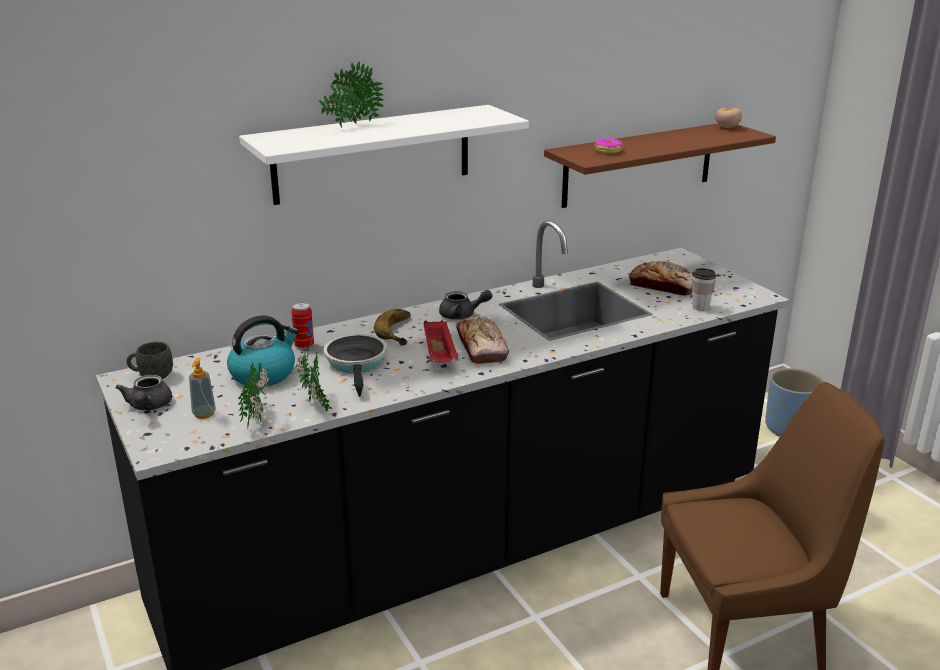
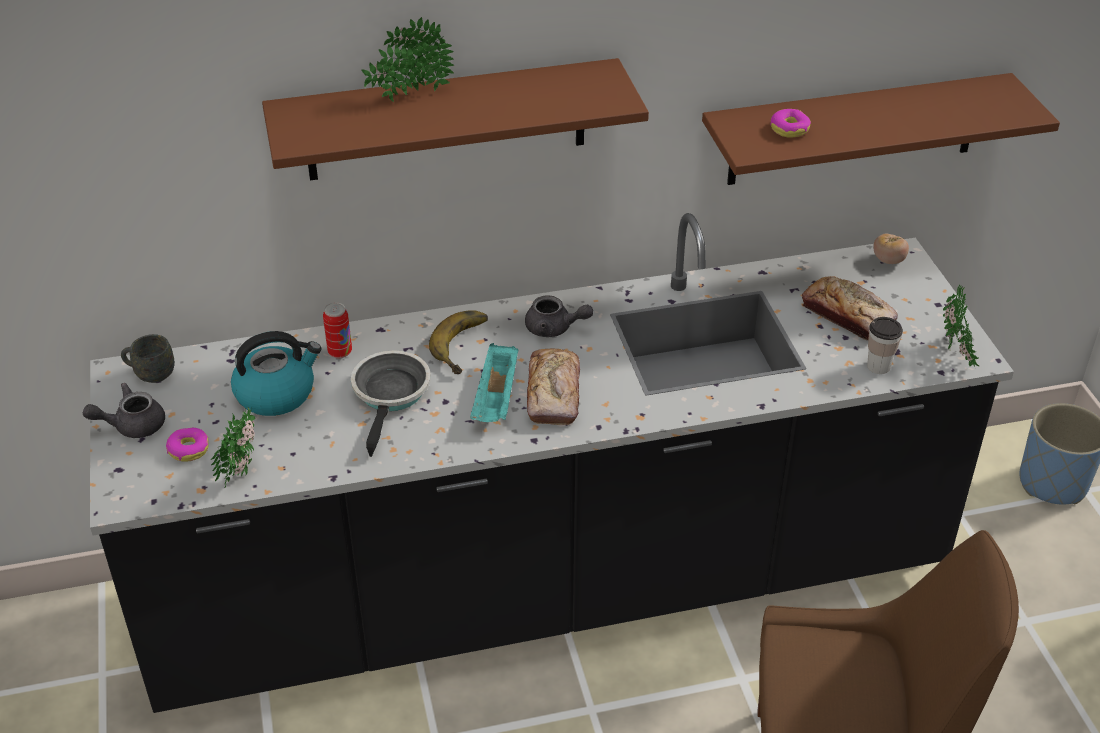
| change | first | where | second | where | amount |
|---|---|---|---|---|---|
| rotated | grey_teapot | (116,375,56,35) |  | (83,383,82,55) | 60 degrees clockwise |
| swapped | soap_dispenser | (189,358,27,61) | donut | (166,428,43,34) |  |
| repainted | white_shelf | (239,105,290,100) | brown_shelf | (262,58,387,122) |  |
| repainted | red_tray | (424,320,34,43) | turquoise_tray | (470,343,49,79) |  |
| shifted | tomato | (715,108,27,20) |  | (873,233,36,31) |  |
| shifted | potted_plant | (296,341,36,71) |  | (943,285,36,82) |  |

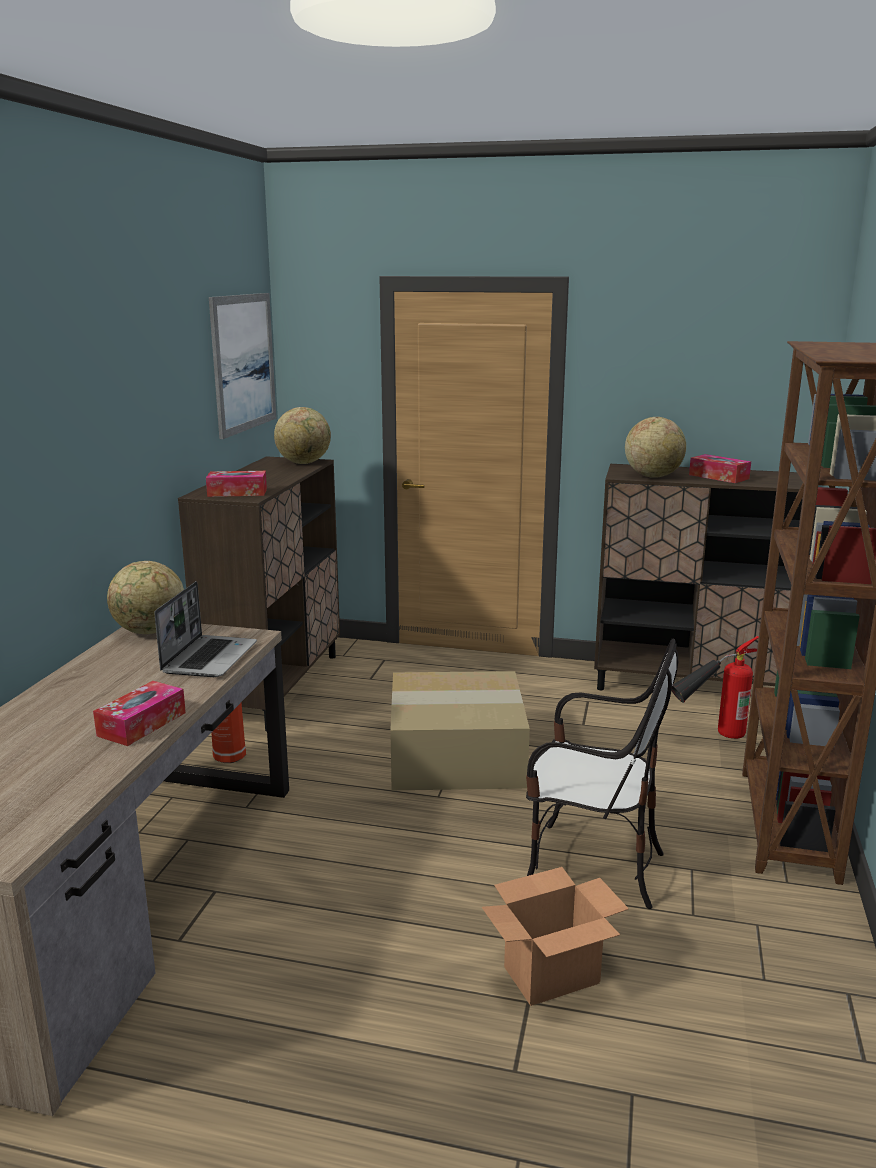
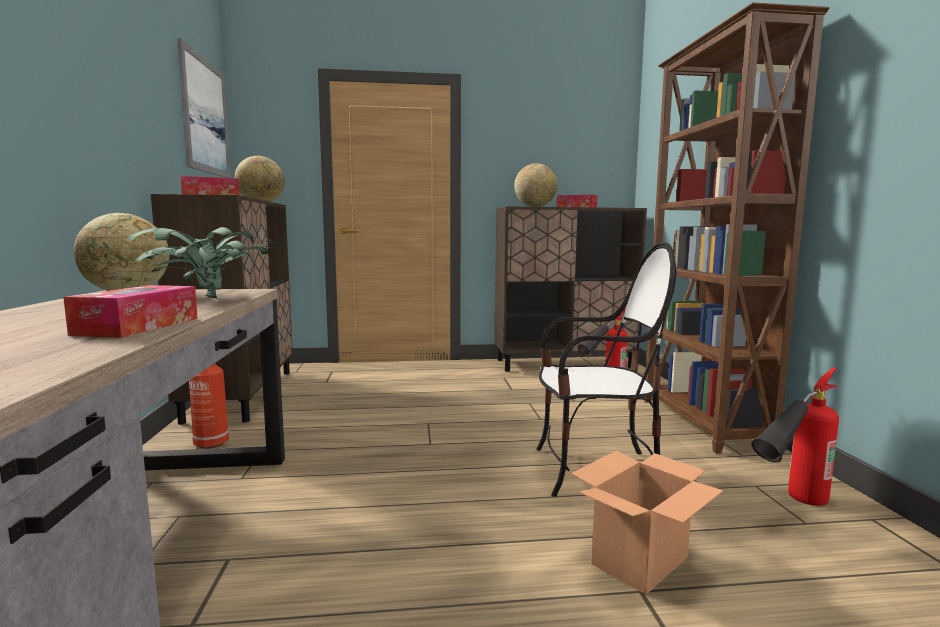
| change | first | where | second | where | amount |
|---|---|---|---|---|---|
| swapped | laptop | (154,581,103,96) | potted_plant | (126,227,147,72) |  |
| new |  |  | fire_extinguisher | (751,368,88,138) |  |
| gone | cardboard_box | (390,671,140,119) |  |  |  |

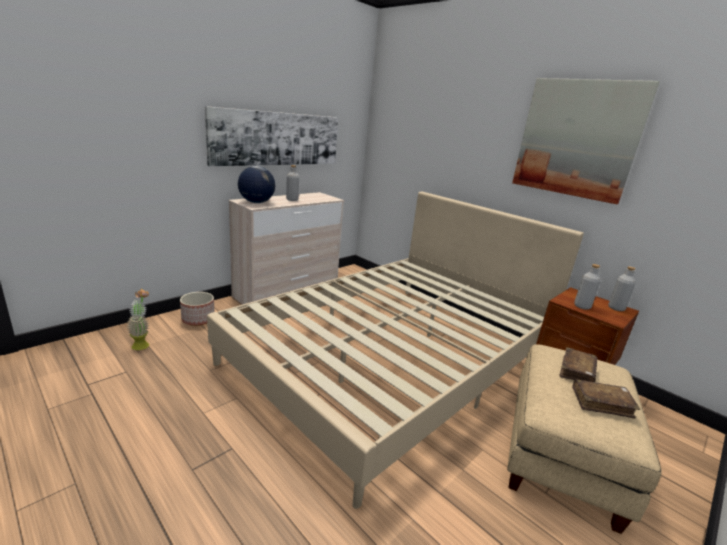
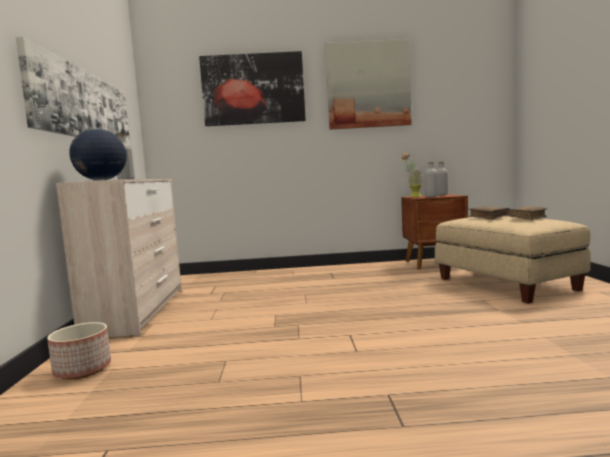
| change | first | where | second | where | amount |
|---|---|---|---|---|---|
| new |  |  | picture | (199,51,107,75) |  |
| shifted | potted_plant | (126,289,24,61) |  | (401,153,22,44) |  |
| gone | beige_bed | (207,191,377,318) |  |  |  |

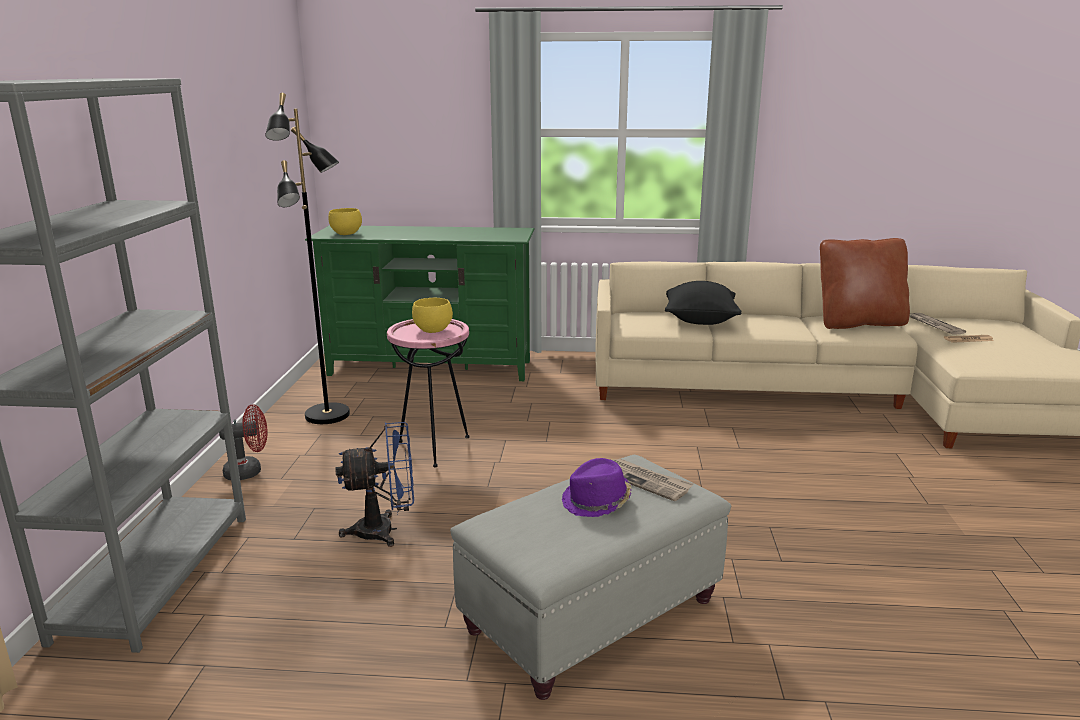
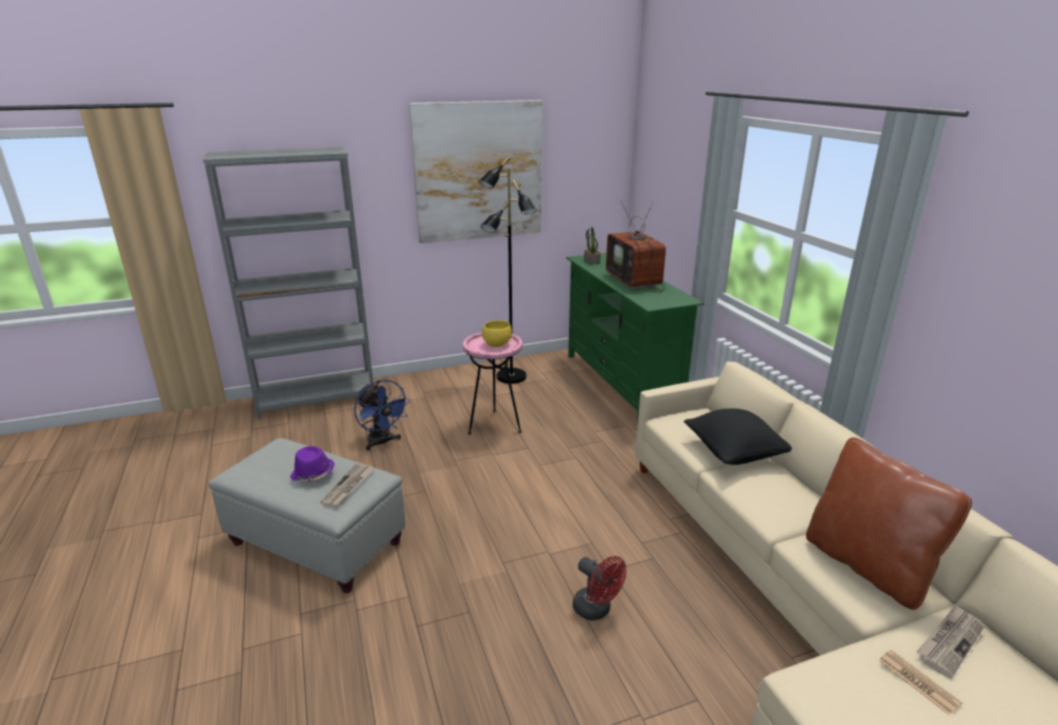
| change | first | where | second | where | amount |
|---|---|---|---|---|---|
| new |  |  | picture | (409,100,133,143) |  |
| shifted | red_fan | (219,404,49,76) |  | (573,556,53,64) |  |
| swapped | yellow_bowl | (328,208,34,27) | potted_plant | (584,225,17,39) |  |
| new |  |  | television | (606,201,60,92) |  |

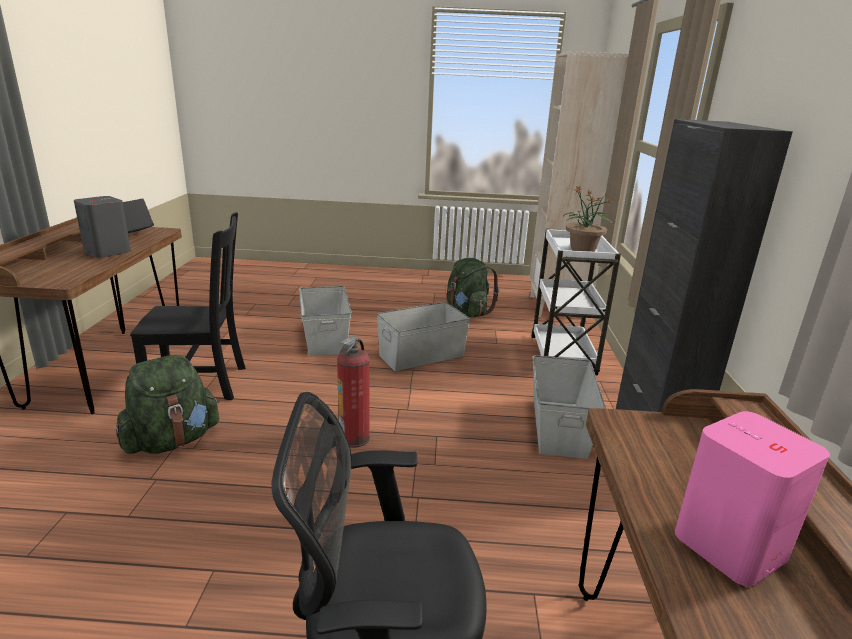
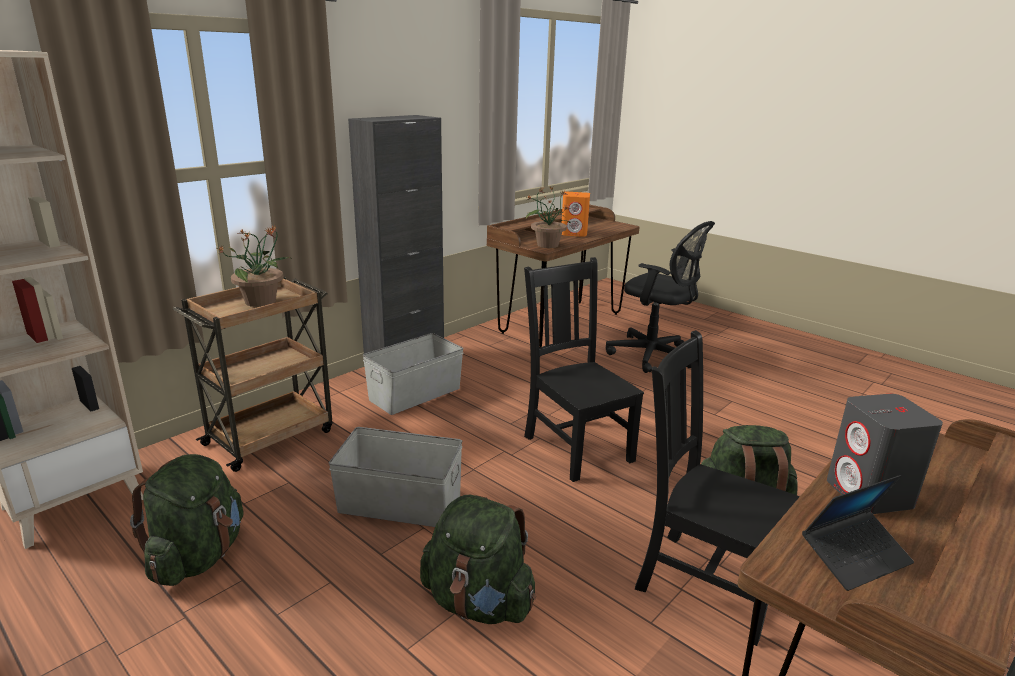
| change | first | where | second | where | amount |
|---|---|---|---|---|---|
| repainted | white_cart | (531,229,90,146) | brown_cart | (173,277,160,195) |  |
| swapped | grey_storage_box | (299,286,53,70) | green_backpack | (420,495,116,129) |  |
| swapped | fire_extinguisher | (337,336,33,112) | black_chair | (524,257,120,225) |  |
| new |  |  | potted_plant | (526,187,44,61) |  |
| repainted | pink_speaker | (675,411,155,175) | orange_speaker | (562,192,28,45) |  |

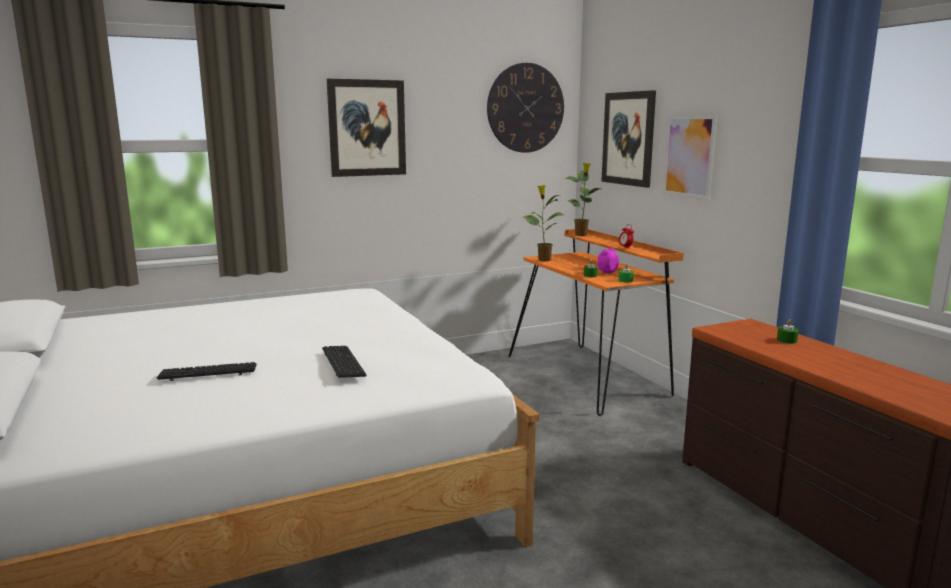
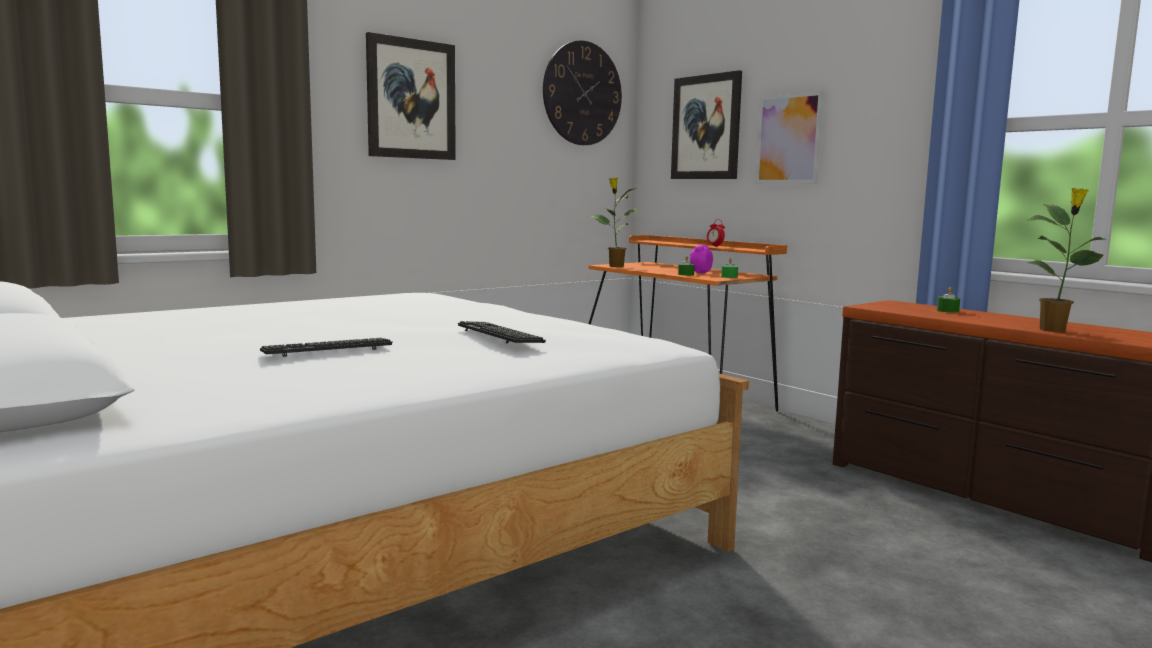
| change | first | where | second | where | amount |
|---|---|---|---|---|---|
| shifted | potted_plant | (565,163,35,73) |  | (1026,188,79,144) |  |

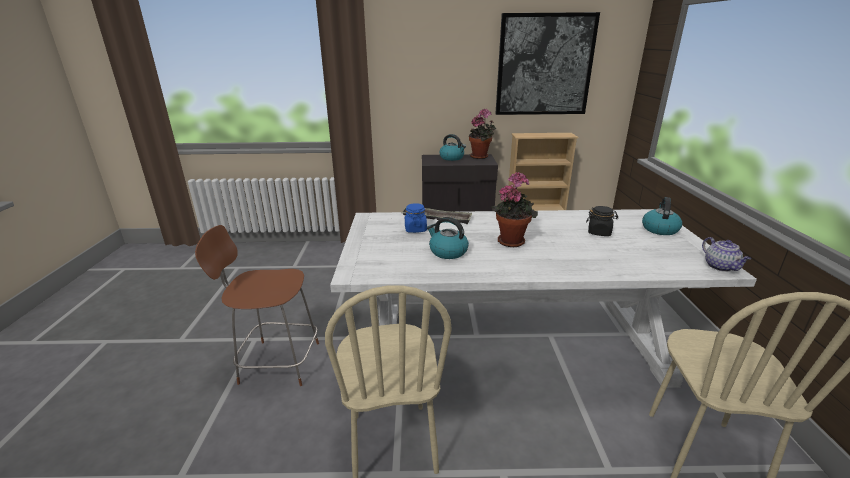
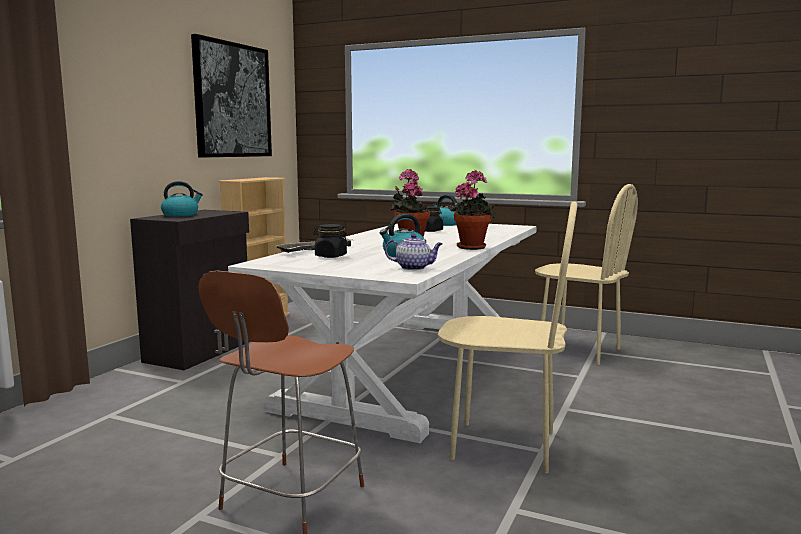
| change | first | where | second | where | amount |
|---|---|---|---|---|---|
| repainted | blue_jar | (405,203,22,30) | black_jar | (313,224,35,34) |  |
| shifted | teapot | (702,237,49,35) |  | (385,234,58,36) |  |
| shifted | potted_plant | (469,109,27,50) |  | (448,170,49,80) |  |

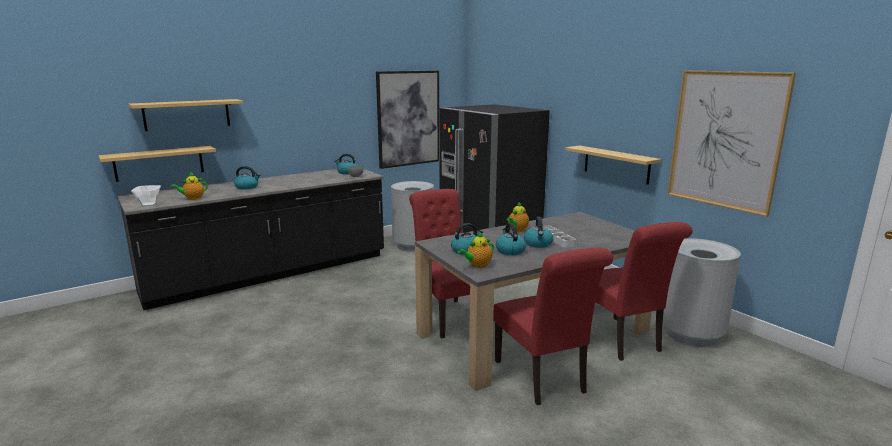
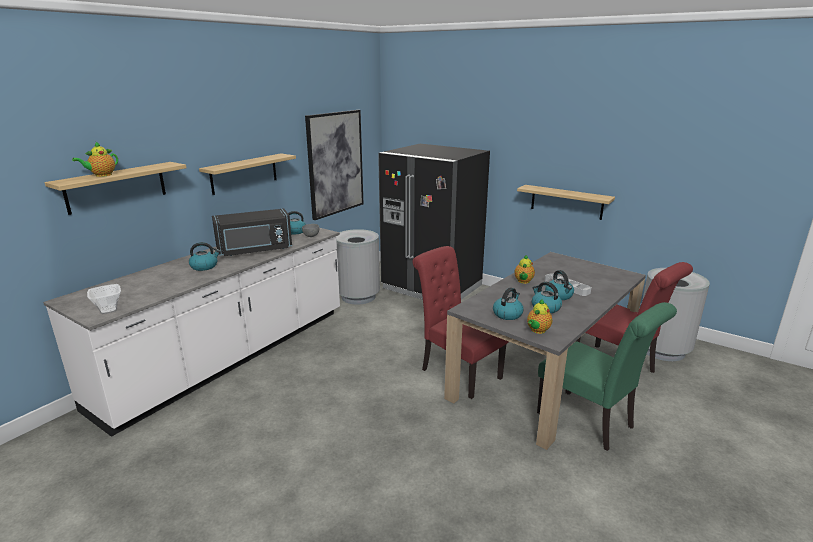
| change | first | where | second | where | amount |
|---|---|---|---|---|---|
| repainted | black_counter | (117,169,267,142) | white_counter | (43,228,297,209) |  |
| shifted | teapot | (171,172,37,28) |  | (72,141,46,36) |  |
| shifted | shelf | (98,146,118,36) |  | (199,153,97,42) |  |
| new |  |  | black_microwave | (212,208,80,48) |  |
| repainted | red_chair | (493,248,120,157) | green_chair | (537,302,140,149) |  |
| gone | picture | (667,70,129,147) |  |  |  |

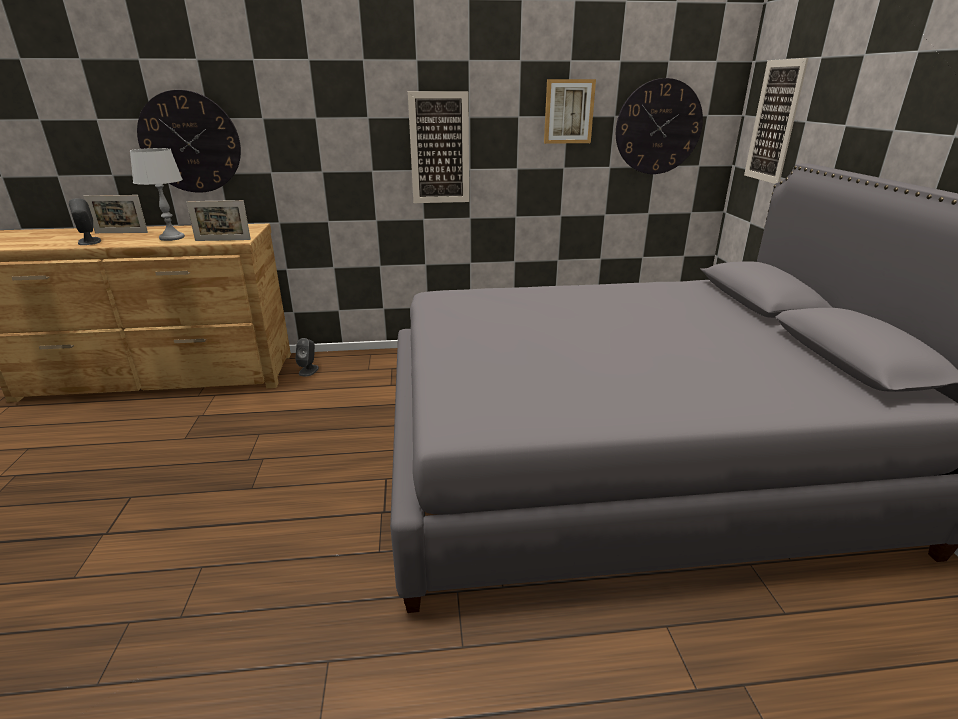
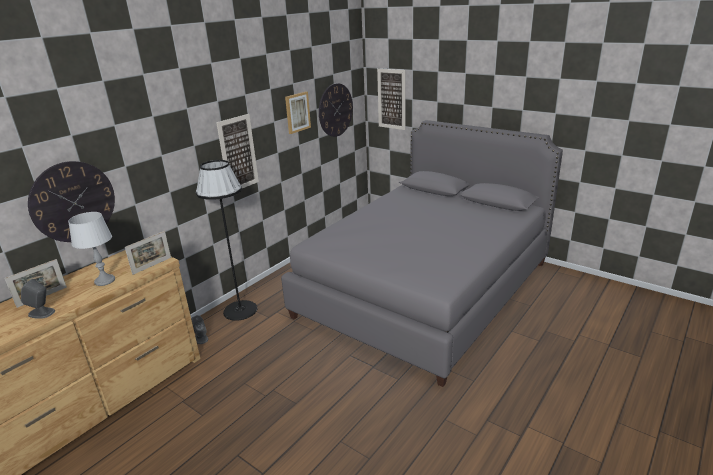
| change | first | where | second | where | amount |
|---|---|---|---|---|---|
| new |  |  | black_floor_lamp | (196,160,61,161) |  |

